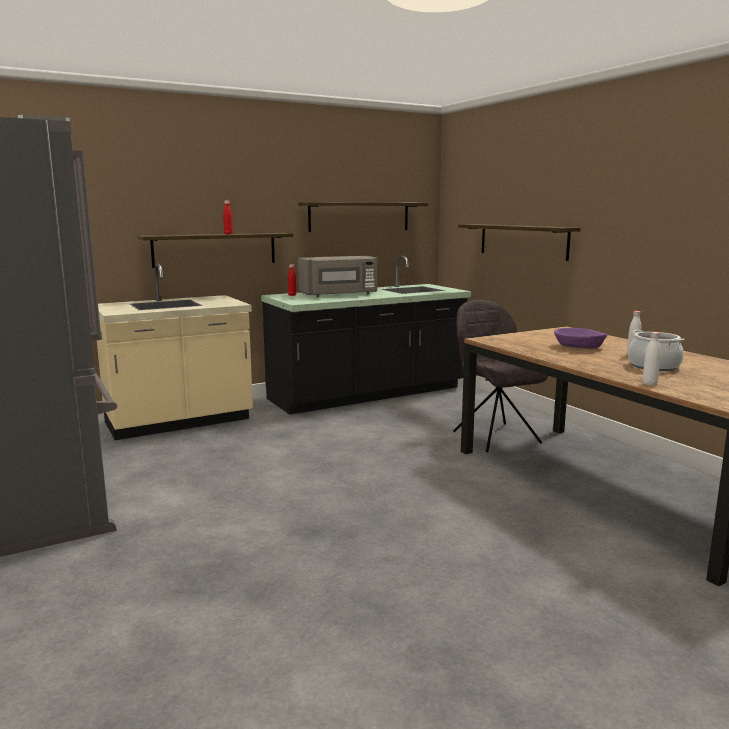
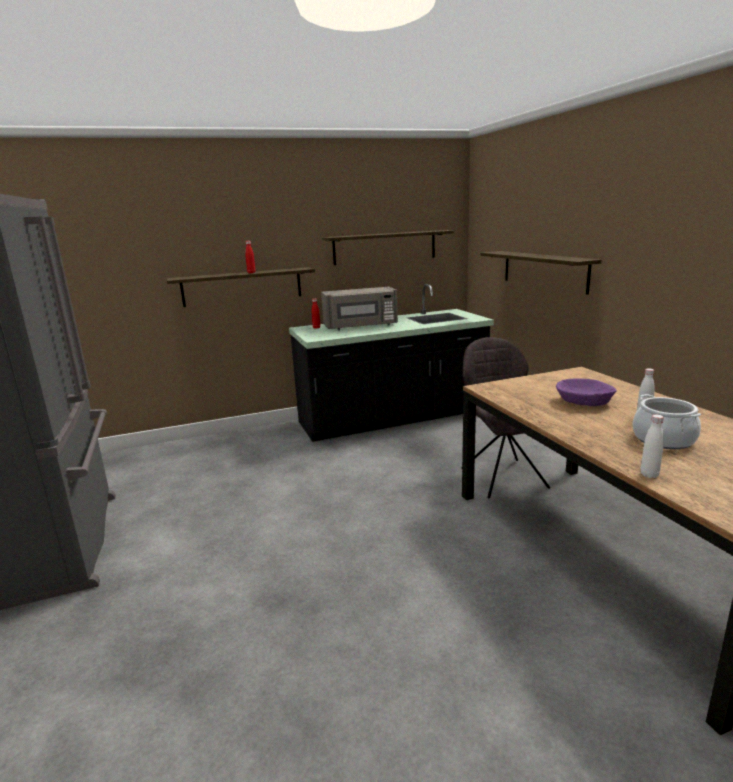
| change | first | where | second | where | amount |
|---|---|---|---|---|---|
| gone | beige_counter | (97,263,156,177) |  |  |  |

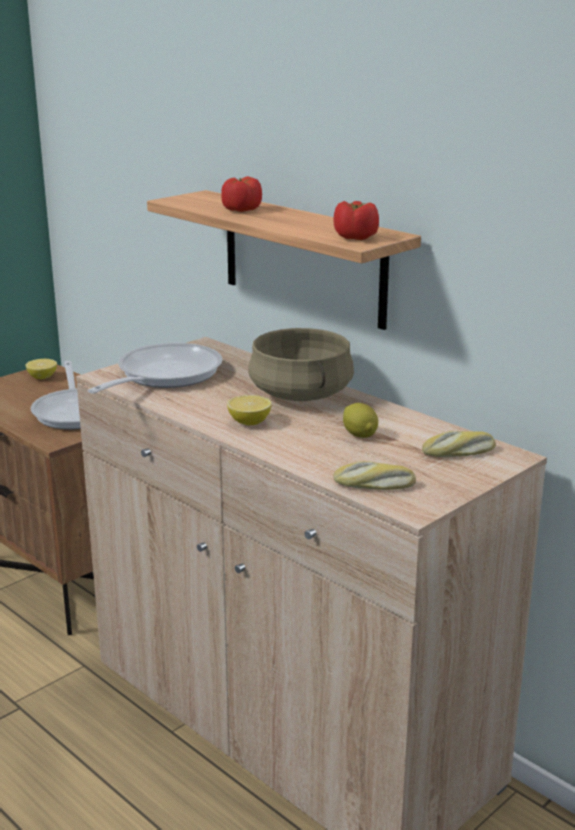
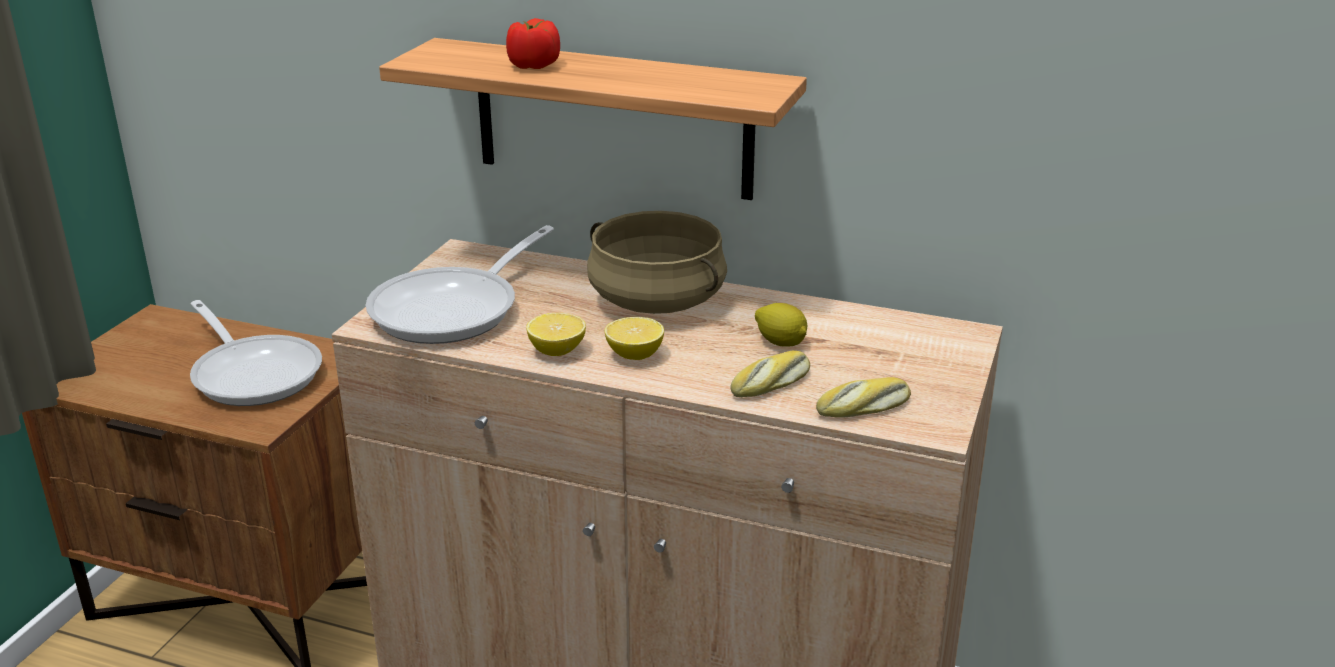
| change | first | where | second | where | amount |
|---|---|---|---|---|---|
| rotated | frying_pan | (88,343,134,51) |  | (366,225,188,119) | 150 degrees counterclockwise |
| shifted | lemon | (26,359,31,20) |  | (526,313,60,43) |  |
| shifted | bread | (422,431,74,26) |  | (730,350,80,47) |  |
| gone | tomato | (333,201,46,39) |  |  |  |

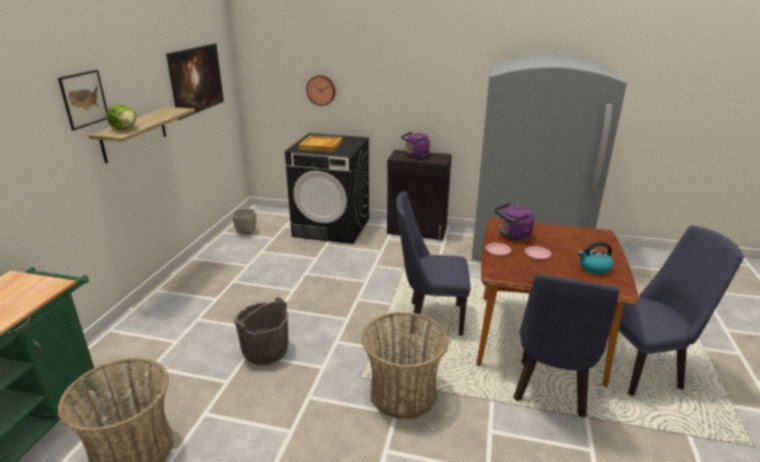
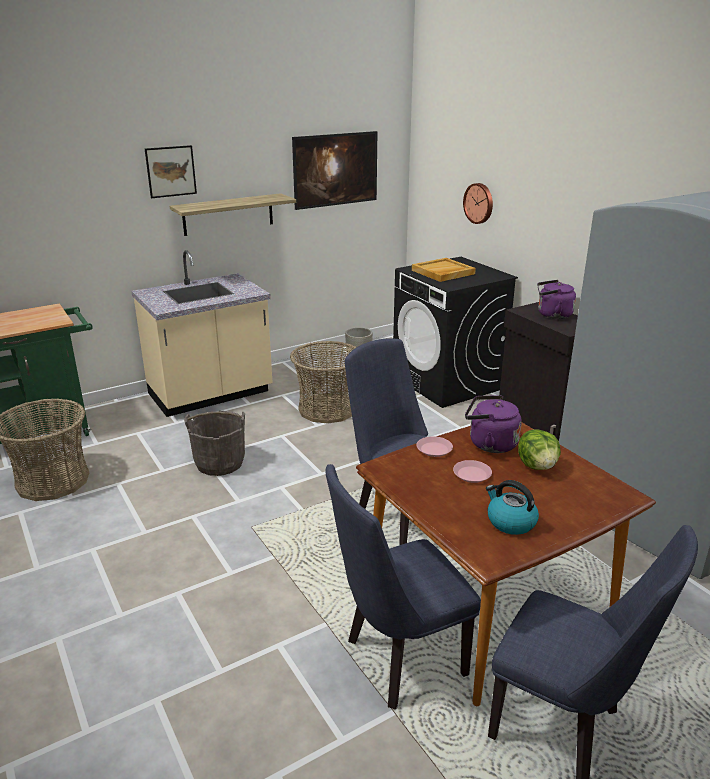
| change | first | where | second | where | amount |
|---|---|---|---|---|---|
| new |  |  | beige_counter | (131,250,142,167) |  |
| shifted | basket | (361,312,88,107) |  | (290,341,67,83) |  |
| shifted | lettuce | (106,105,30,25) |  | (518,429,43,41) |  |

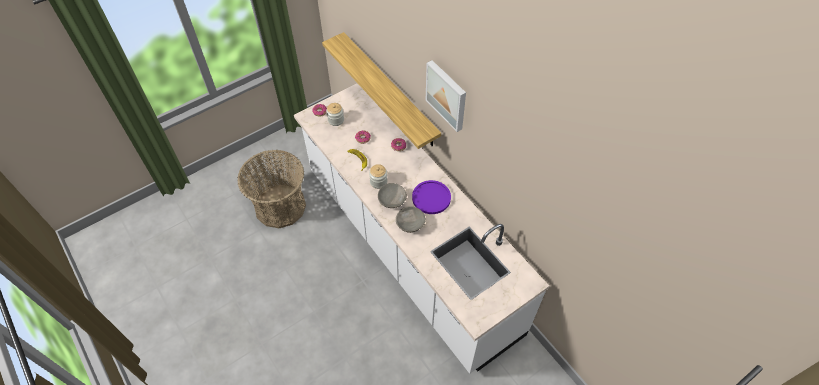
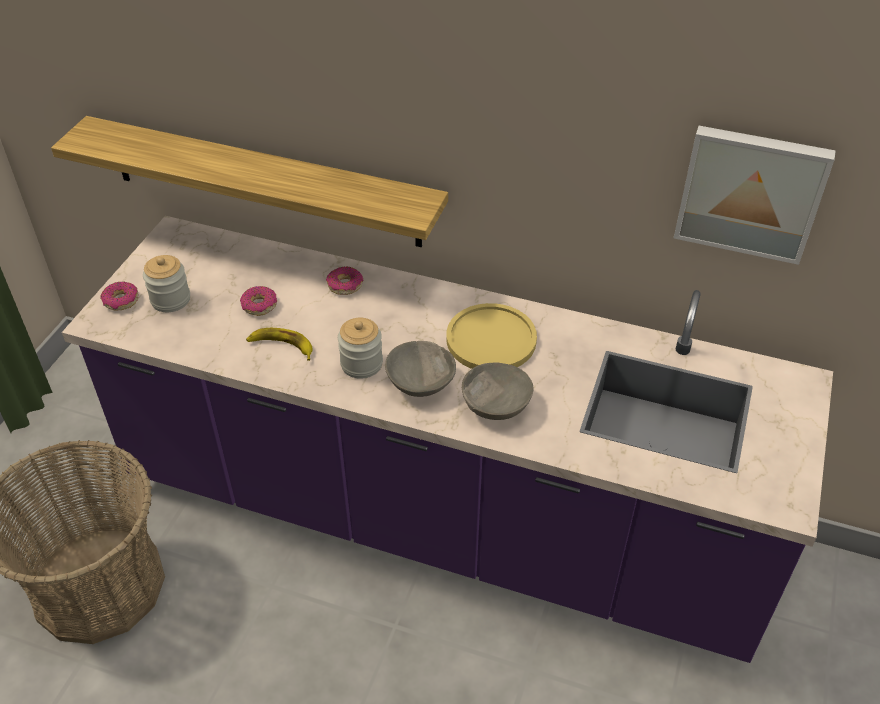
| change | first | where | second | where | amount |
|---|---|---|---|---|---|
| repainted | white_counter | (294,83,255,291) | purple_counter | (62,216,771,447) |  |
| repainted | purple_plate | (412,180,39,34) | yellow_plate | (446,303,91,66) |  |
| shifted | picture | (426,60,40,72) |  | (674,126,162,139) |  |

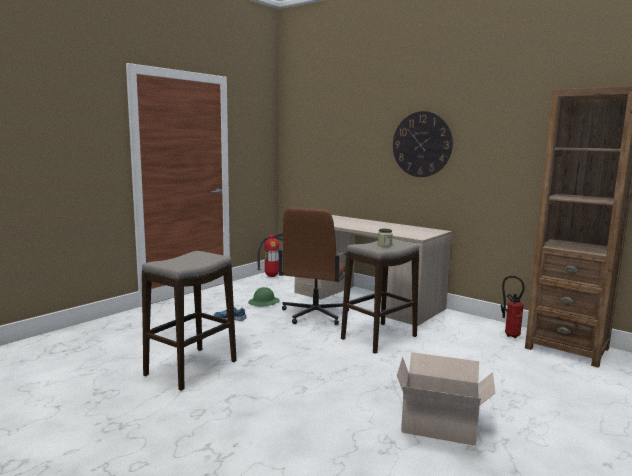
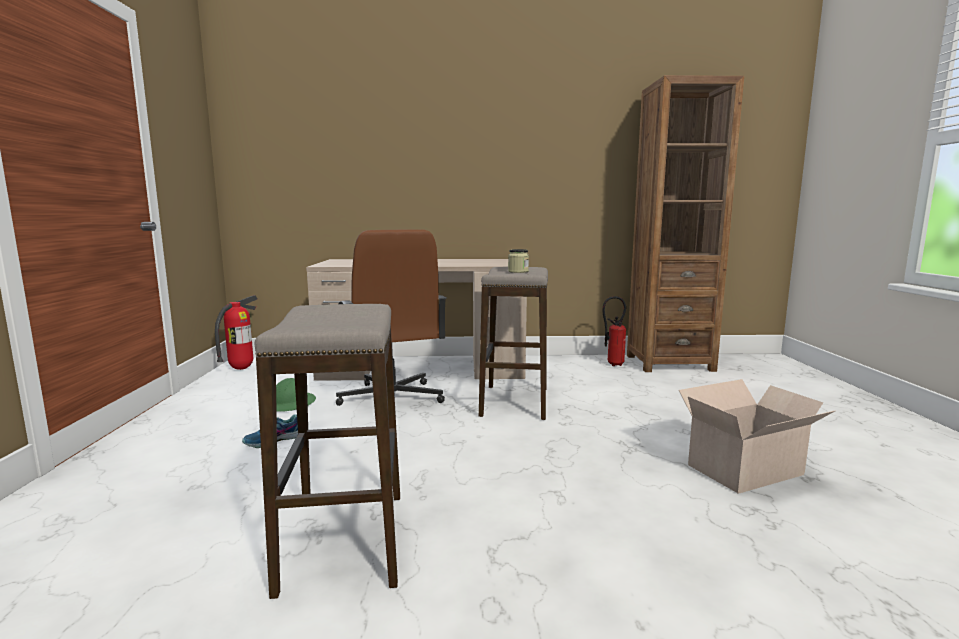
| change | first | where | second | where | amount |
|---|---|---|---|---|---|
| gone | wall_clock | (393,111,60,66) |  |  |  |

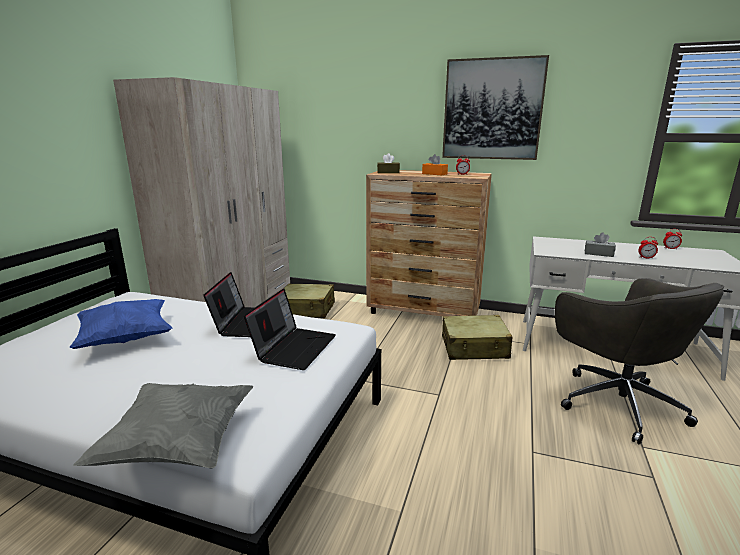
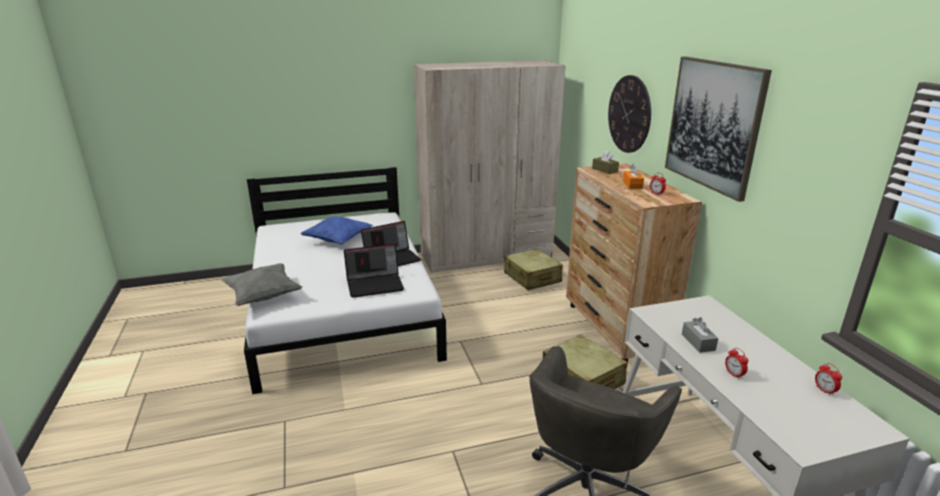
| change | first | where | second | where | amount |
|---|---|---|---|---|---|
| new |  |  | wall_clock | (608,75,43,78) |  |

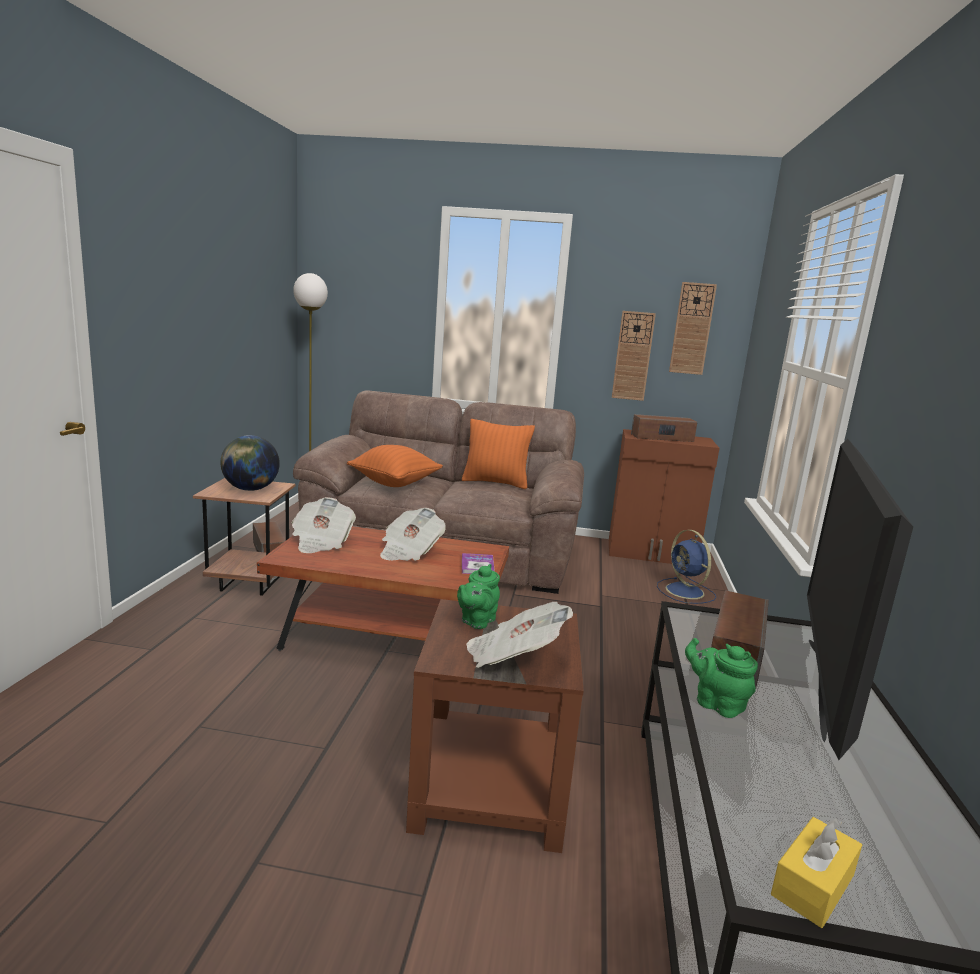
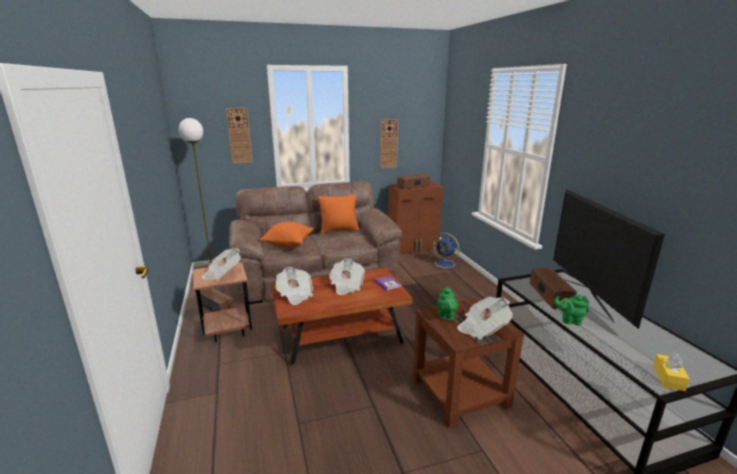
| change | first | where | second | where | amount |
|---|---|---|---|---|---|
| swapped | globe | (220,435,60,56) | newspaper | (202,248,39,32) |  |
| shifted | wall_clock | (669,282,48,93) |  | (226,108,27,55) |  |

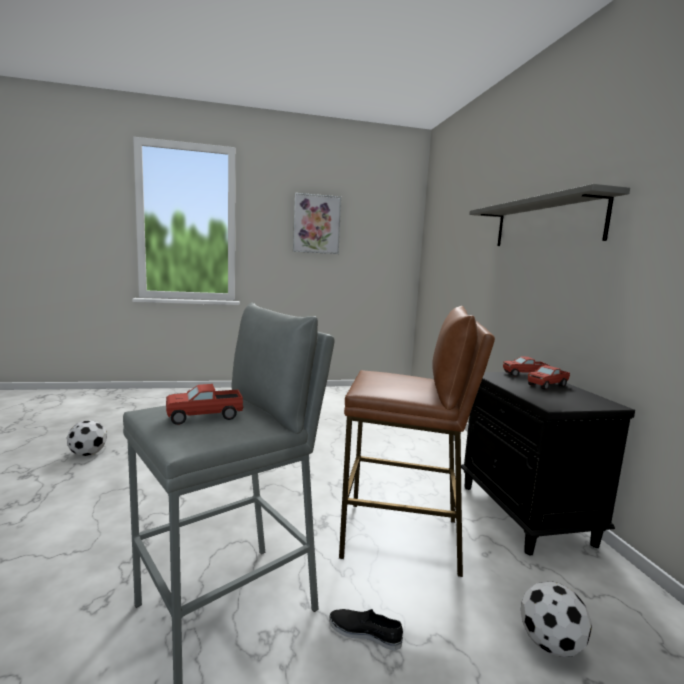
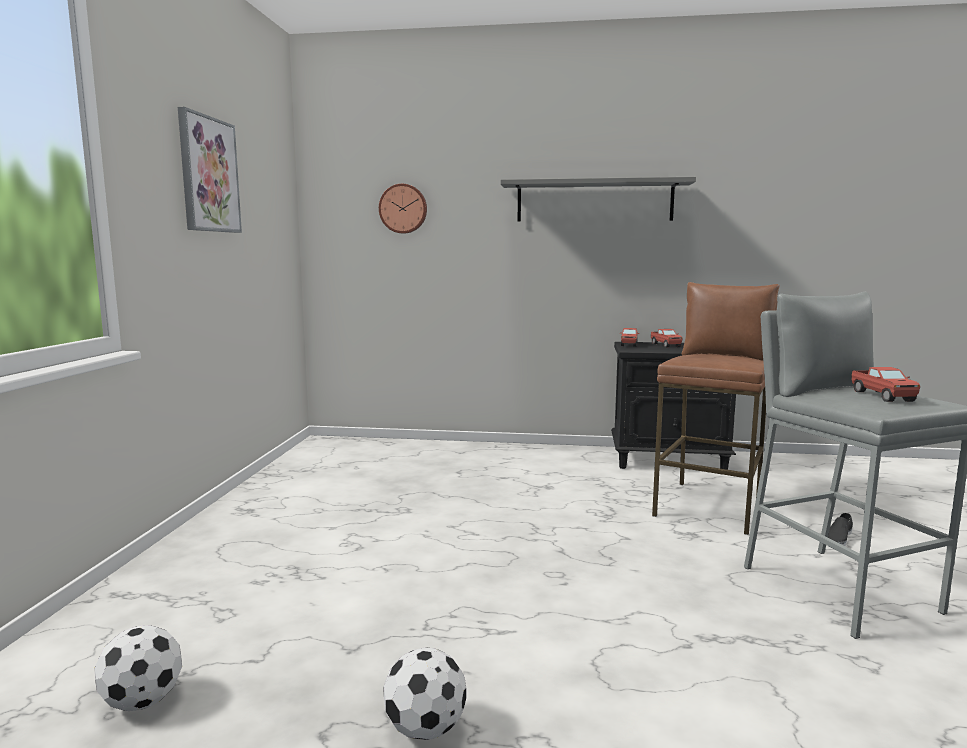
| change | first | where | second | where | amount |
|---|---|---|---|---|---|
| shifted | football | (520,581,72,76) |  | (95,625,87,86) |  |
| new |  |  | wall_clock | (379,184,48,50) |  |

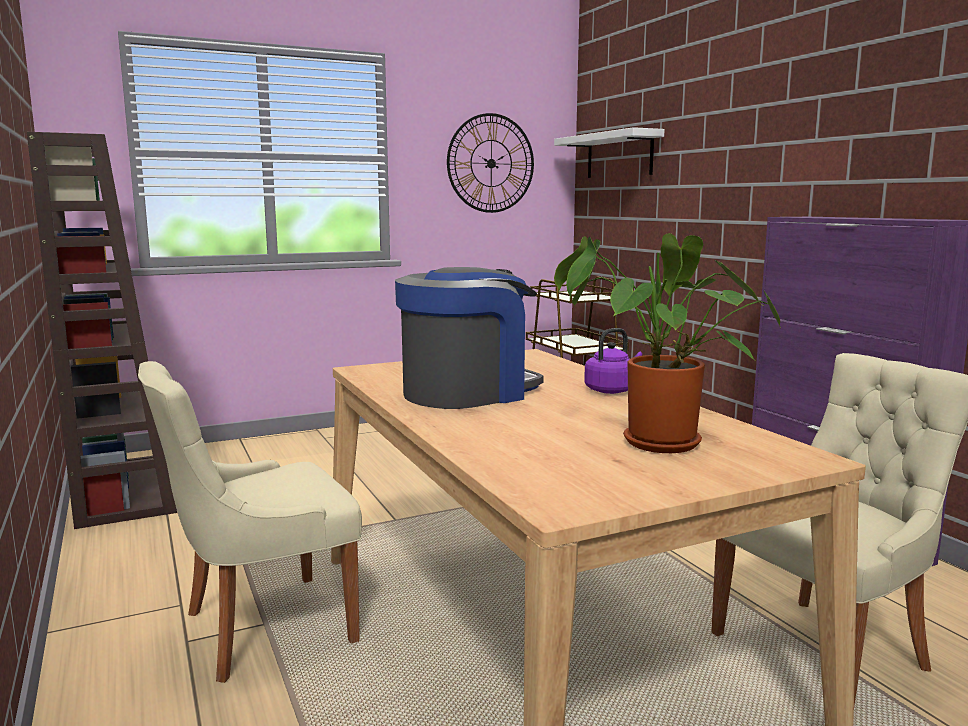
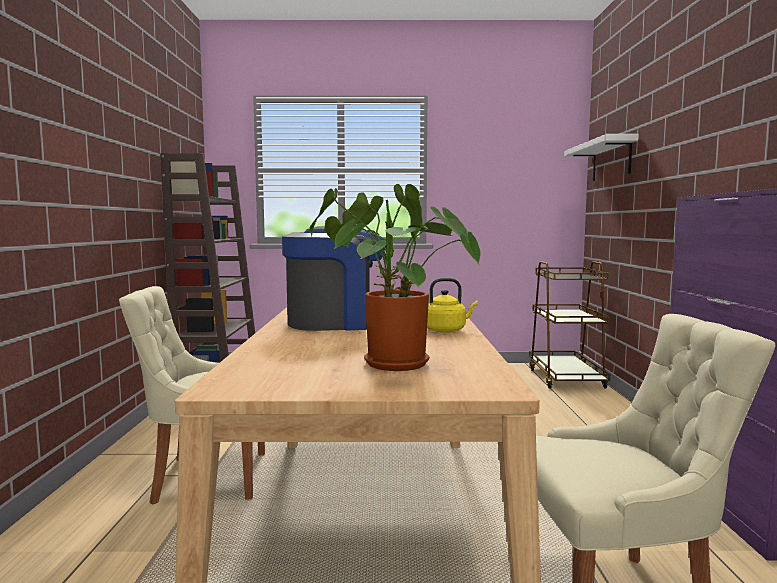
| change | first | where | second | where | amount |
|---|---|---|---|---|---|
| repainted | purple_kettle | (584,328,58,66) | yellow_kettle | (427,278,51,55) |  |
| gone | wall_clock | (447,113,87,100) |  |  |  |

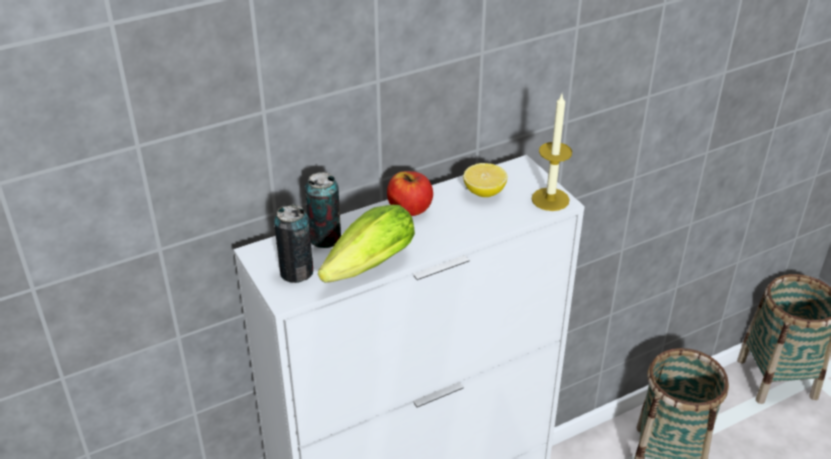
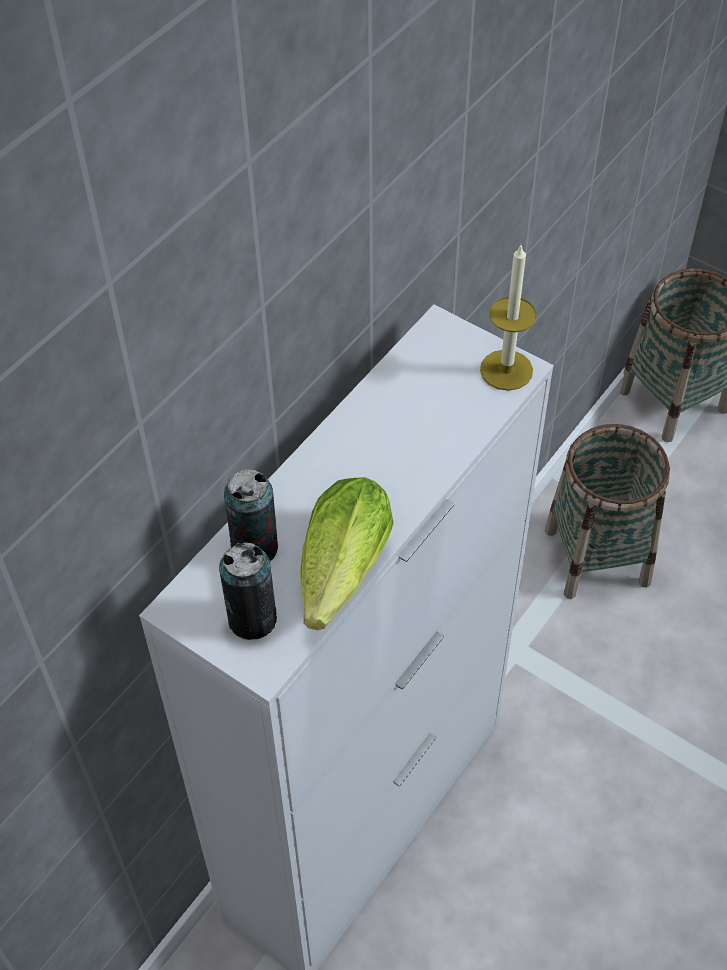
| change | first | where | second | where | amount |
|---|---|---|---|---|---|
| gone | apple | (387,171,46,45) |  |  |  |
| gone | lemon | (463,163,44,34) |  |  |  |

